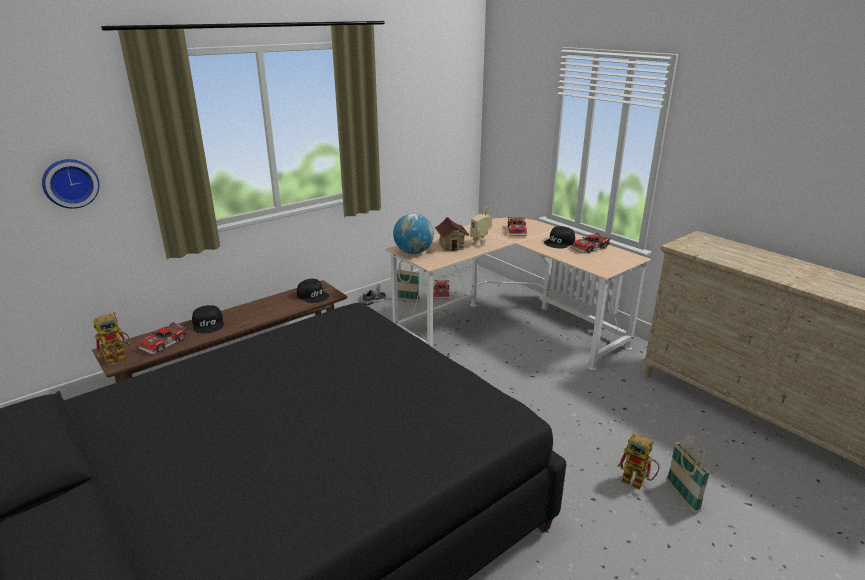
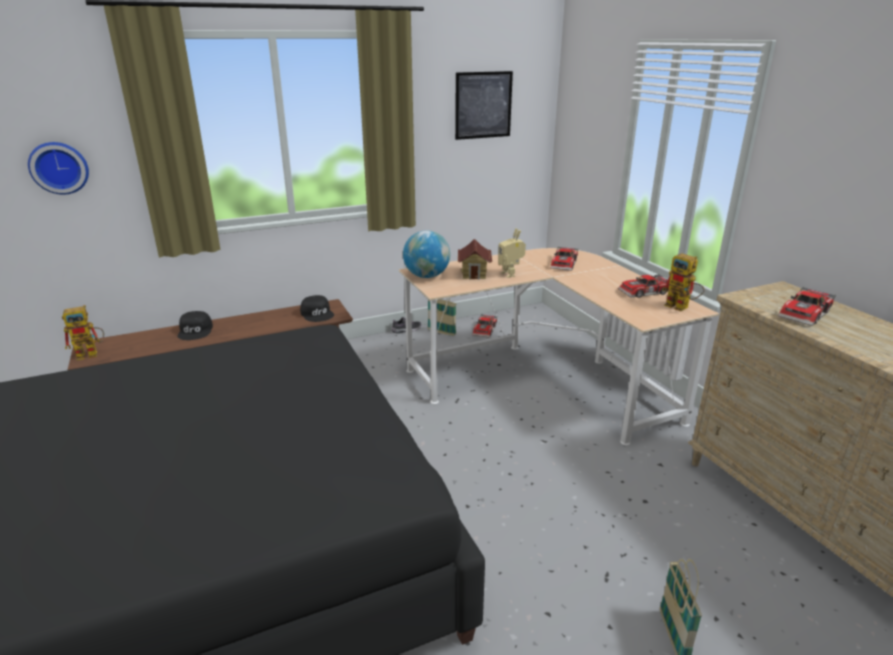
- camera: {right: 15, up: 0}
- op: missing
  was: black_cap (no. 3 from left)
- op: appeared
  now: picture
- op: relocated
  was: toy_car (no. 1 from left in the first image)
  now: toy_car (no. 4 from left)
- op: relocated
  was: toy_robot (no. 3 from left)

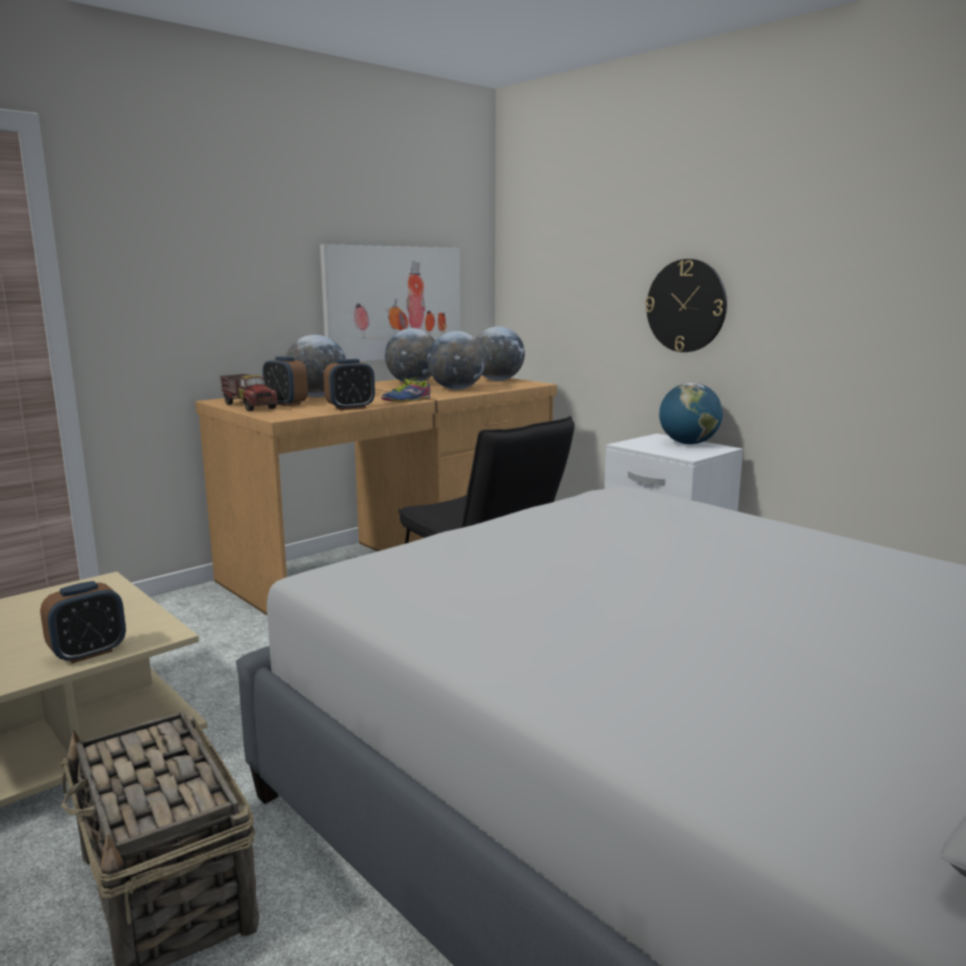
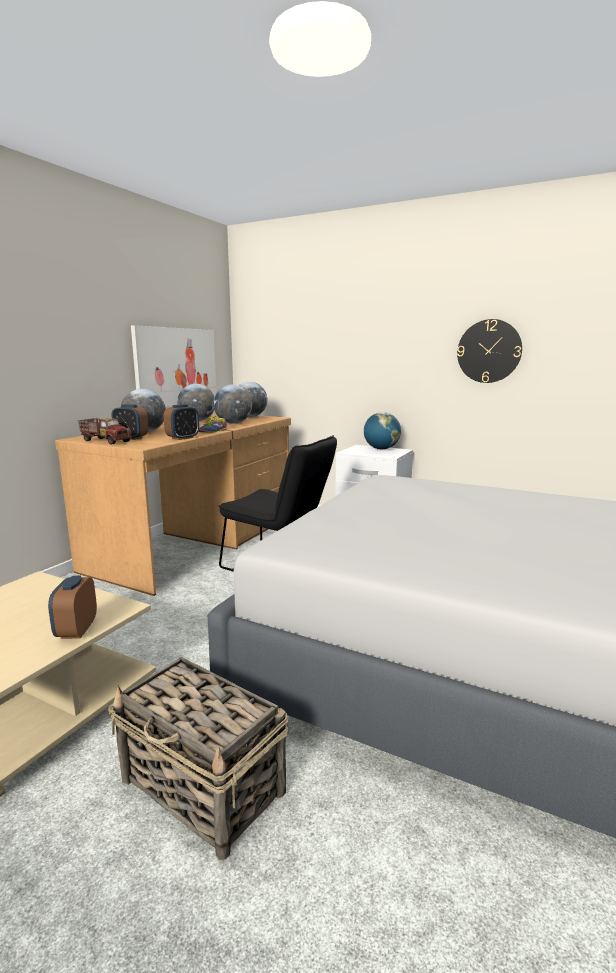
- camera: {right: -20, up: 0}
- op: relocated
  was: wall_clock
- op: spun
  was: alarm_clock (no. 1 from left)
  clockwise: 150

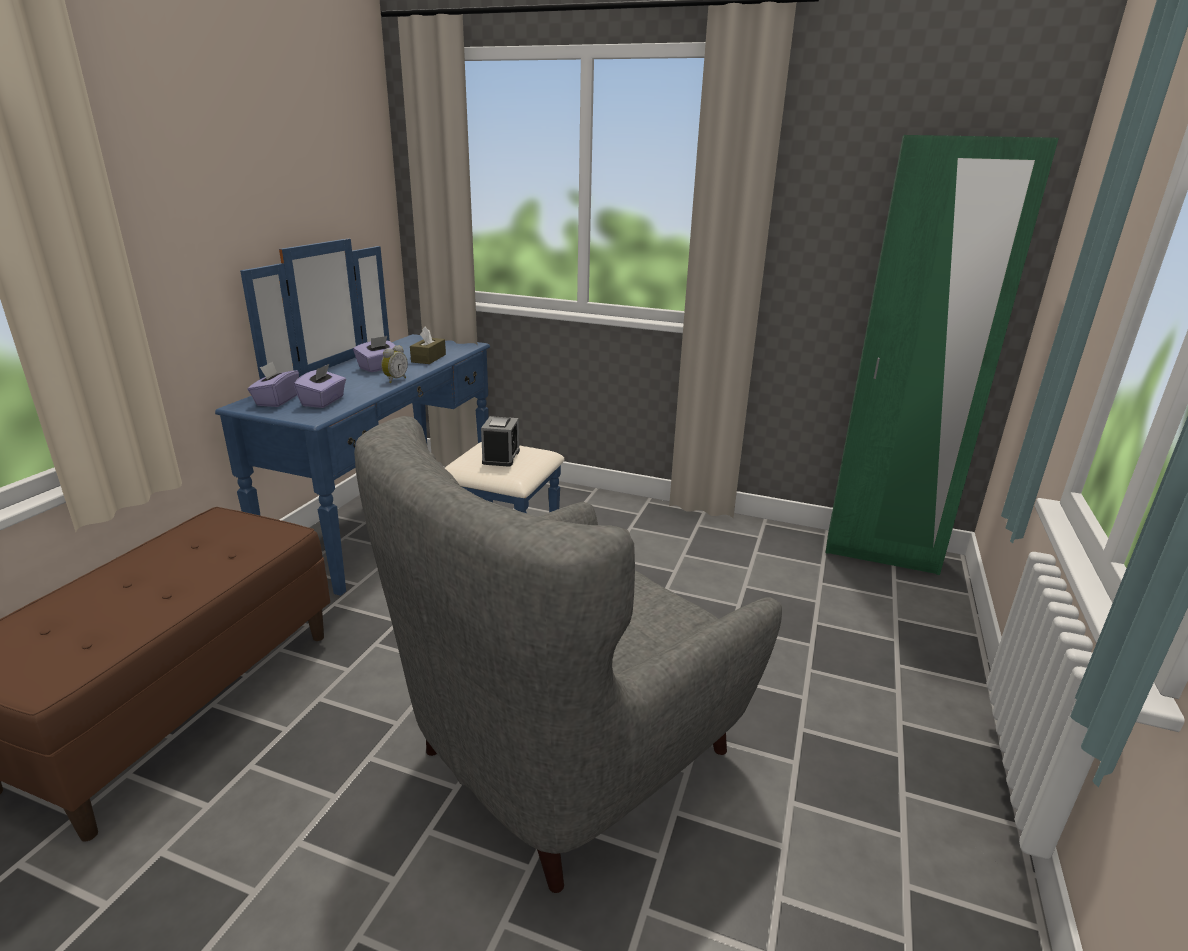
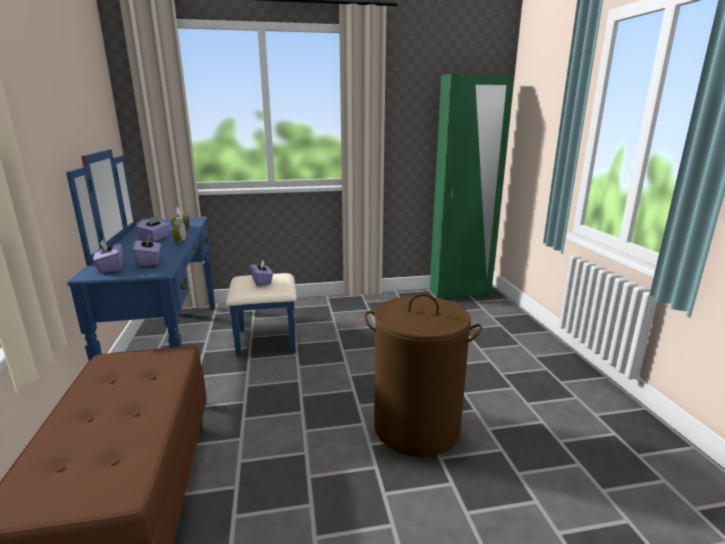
- camera: {right: -30, up: -5}
- op: exchanged
  was: grey_armchair
  now: brown_laundry_basket
- op: exchanged
  was: alarm_clock (no. 2 from left)
  now: purple_tissue_box (no. 4 from left)

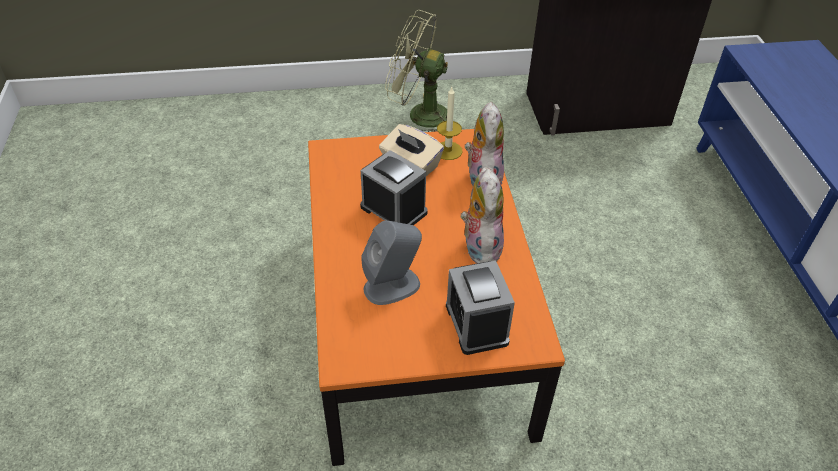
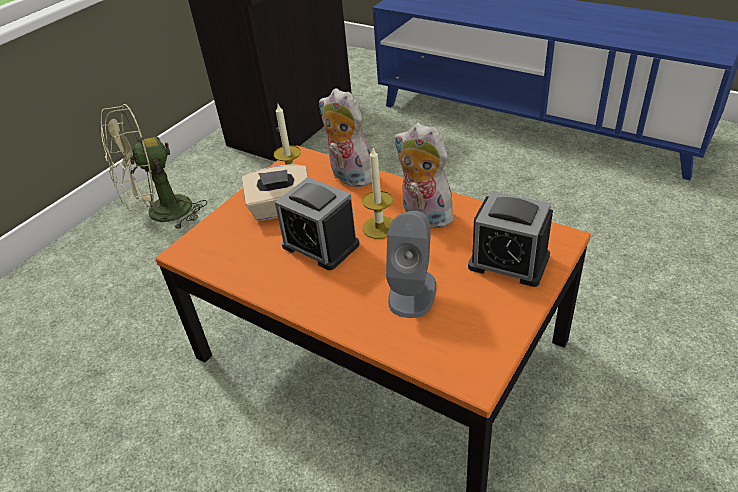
- camera: {right: -45, up: -5}
- op: appeared
  now: candle (no. 2 from left)
- op: spun
  was: alarm_clock (no. 1 from left)
  clockwise: -135

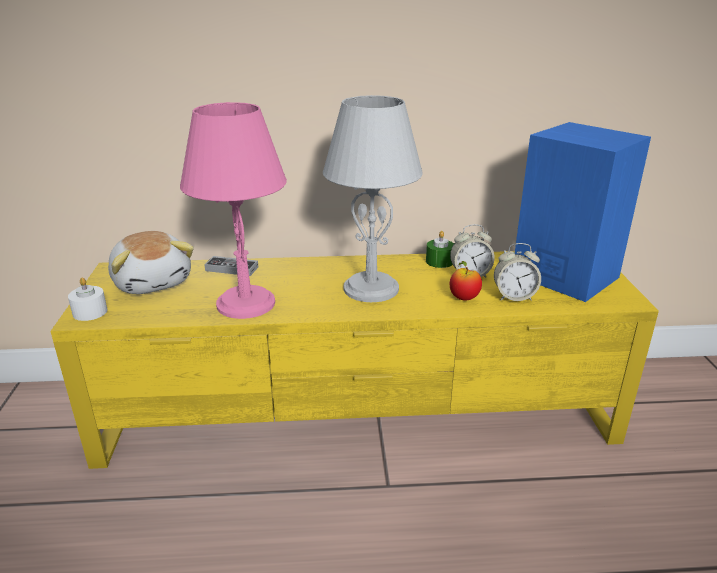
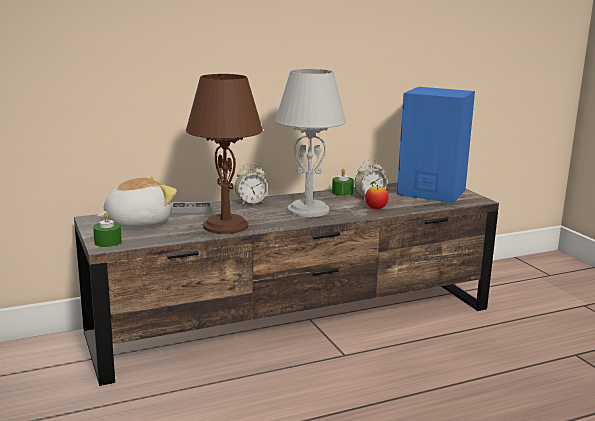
- camera: {right: -20, up: -10}
- op: relocated
  was: alarm_clock (no. 2 from left in the first image)
  now: alarm_clock (no. 1 from left)
- op: colour
  was: yellow_tv_stand
  now: brown_tv_stand
- op: colour
  was: white_candle
  now: green_candle (no. 1 from left)
- op: colour
  was: pink_table_lamp
  now: brown_table_lamp
- op: spun
  was: plush_toy
  clockwise: -75

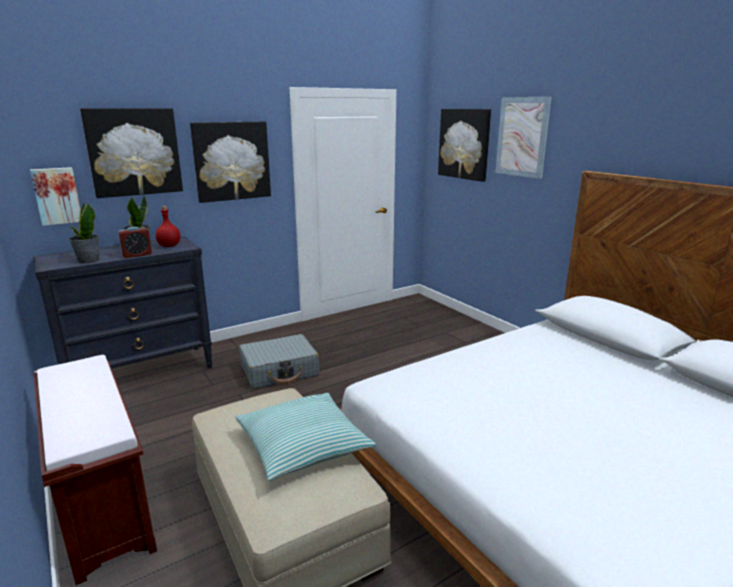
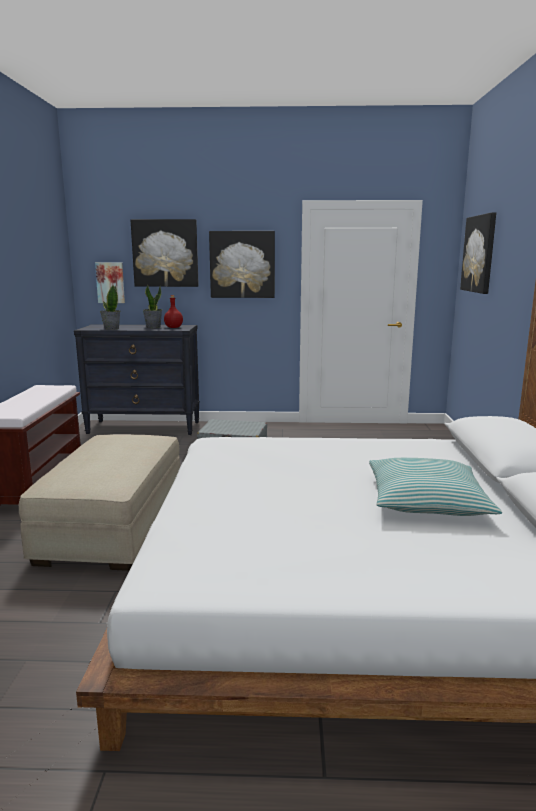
- camera: {right: 35, up: -5}
- op: missing
  was: alarm_clock
- op: missing
  was: picture (no. 5 from left)
- op: relocated
  was: pillow

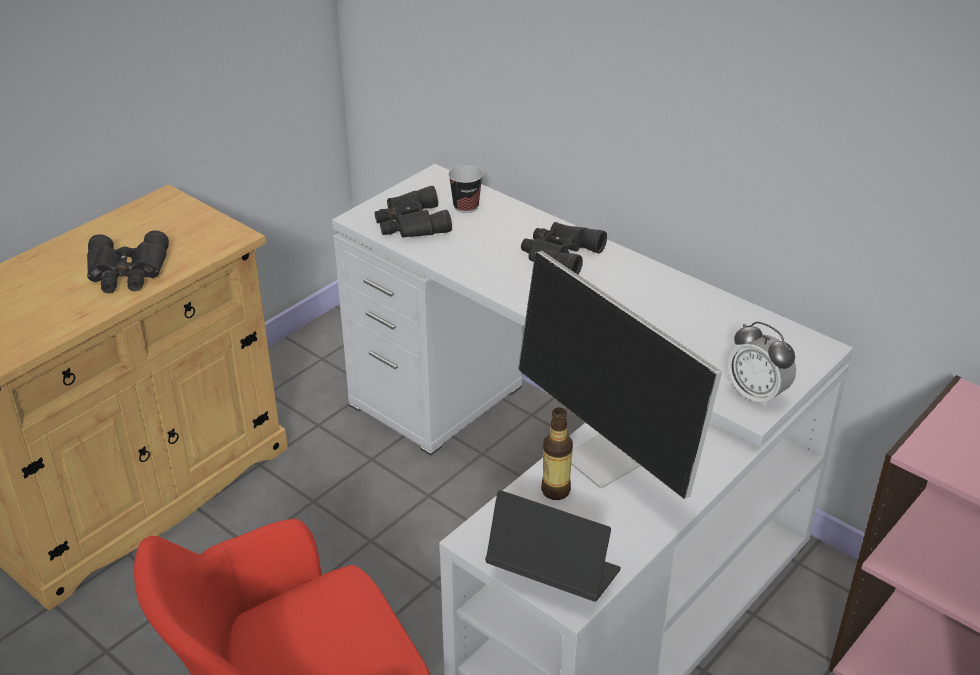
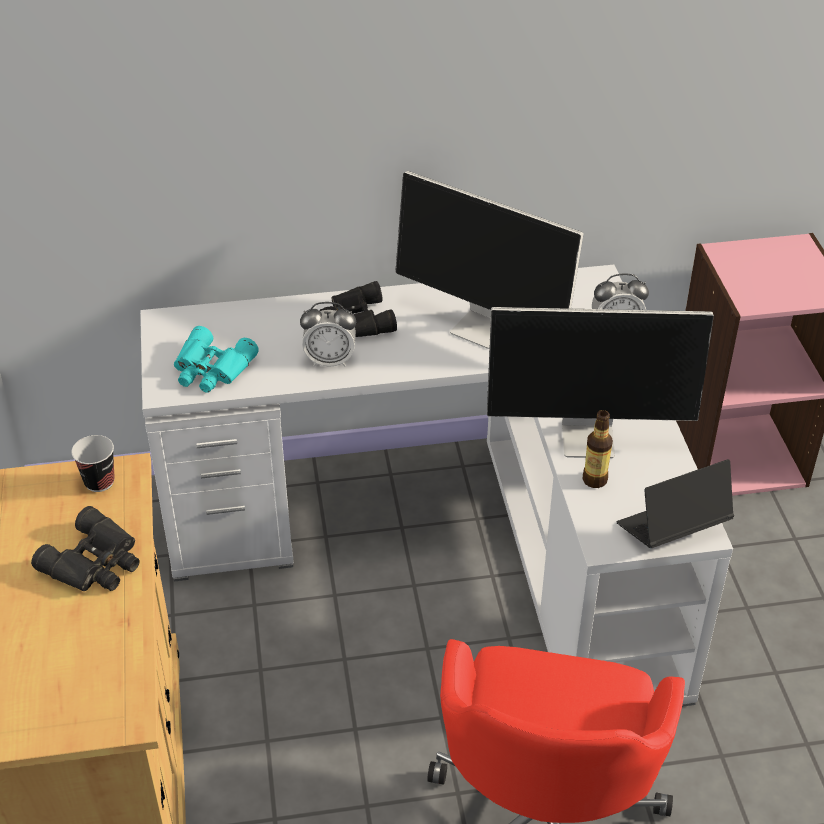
- camera: {right: -50, up: 5}
- op: appeared
  now: alarm_clock (no. 1 from left)
- op: appeared
  now: monitor (no. 1 from left)
- op: relocated
  was: cup
- op: colour
  was: black_binoculars (no. 2 from left)
  now: turquoise_binoculars

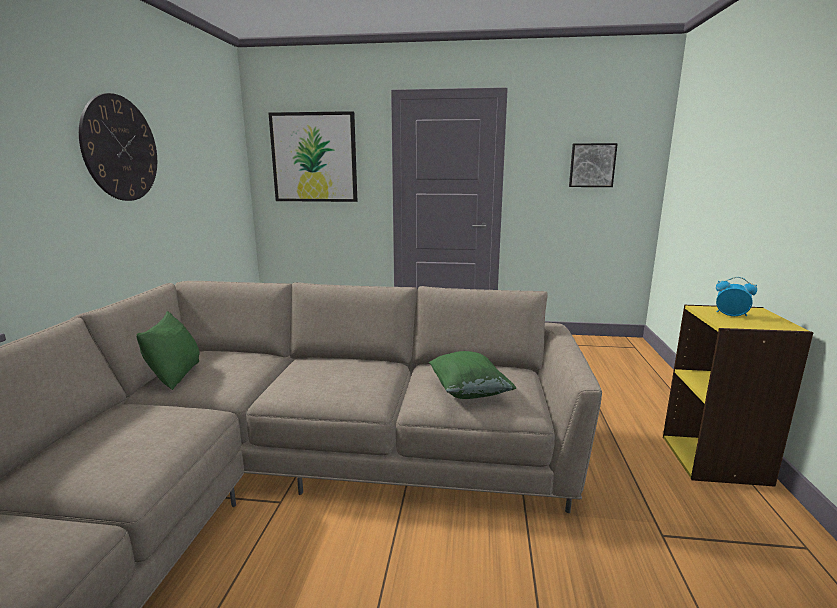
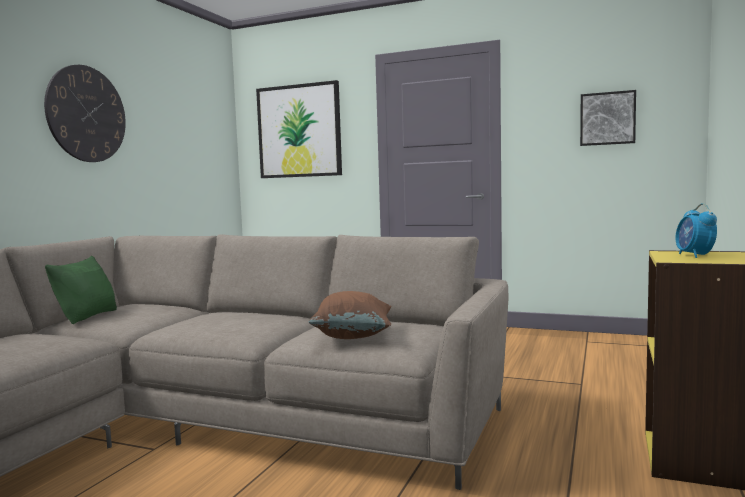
- camera: {right: 15, up: -10}
- op: colour
  was: green_pillow (no. 2 from left)
  now: brown_pillow
- op: spun
  was: alarm_clock
  clockwise: -135

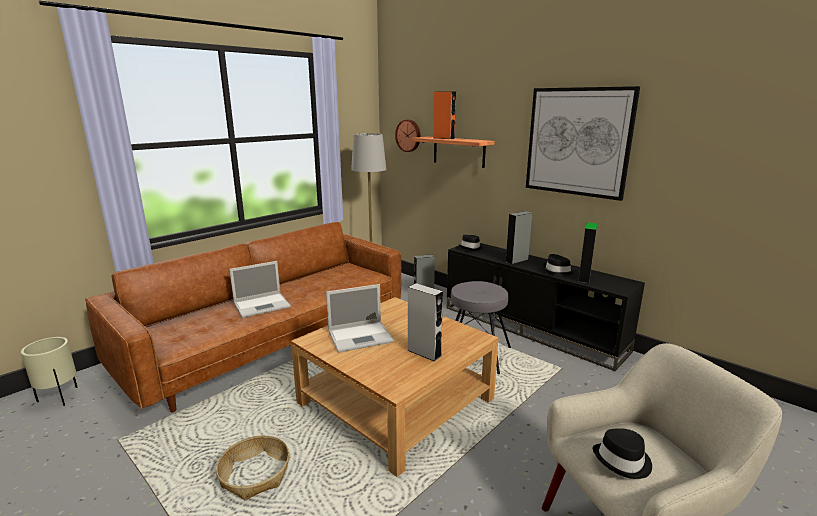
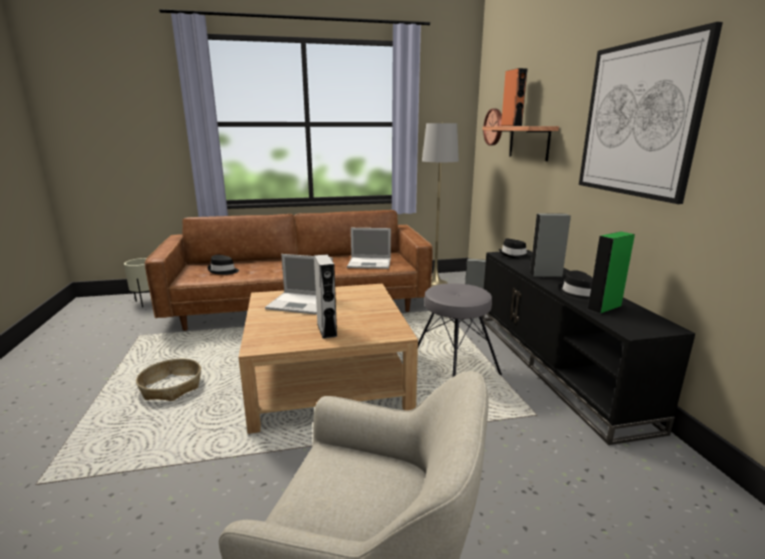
- camera: {right: 35, up: 0}
- op: relocated
  was: laptop (no. 1 from left in the first image)
  now: laptop (no. 2 from left)
- op: relocated
  was: black_hat (no. 3 from left in the first image)
  now: black_hat (no. 1 from left)

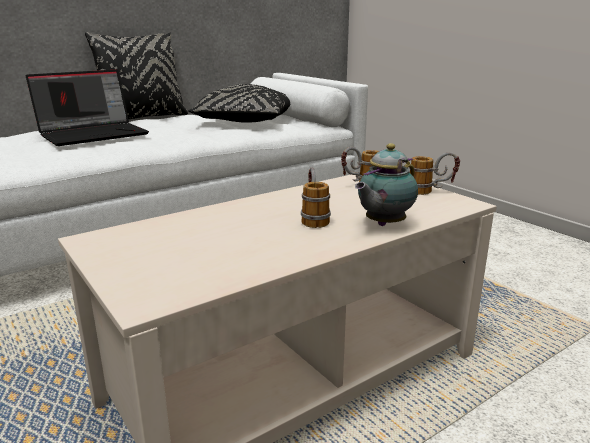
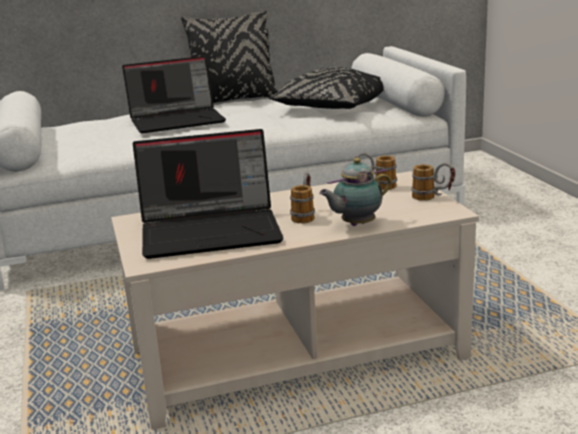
- camera: {right: 20, up: 0}
- op: appeared
  now: laptop (no. 2 from left)

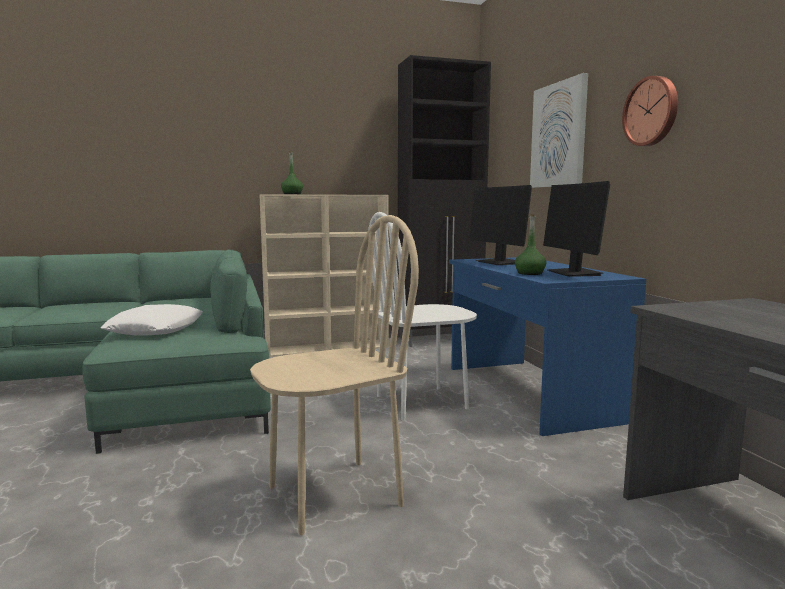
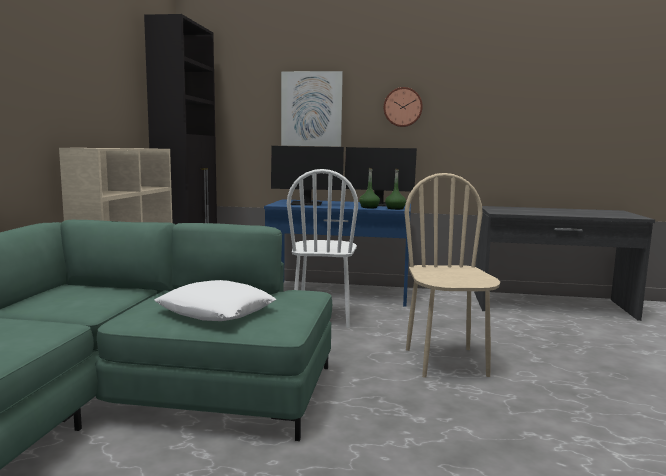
- camera: {right: -65, up: 0}
- op: relocated
  was: green_bottle (no. 1 from left in the first image)
  now: green_bottle (no. 2 from left)

